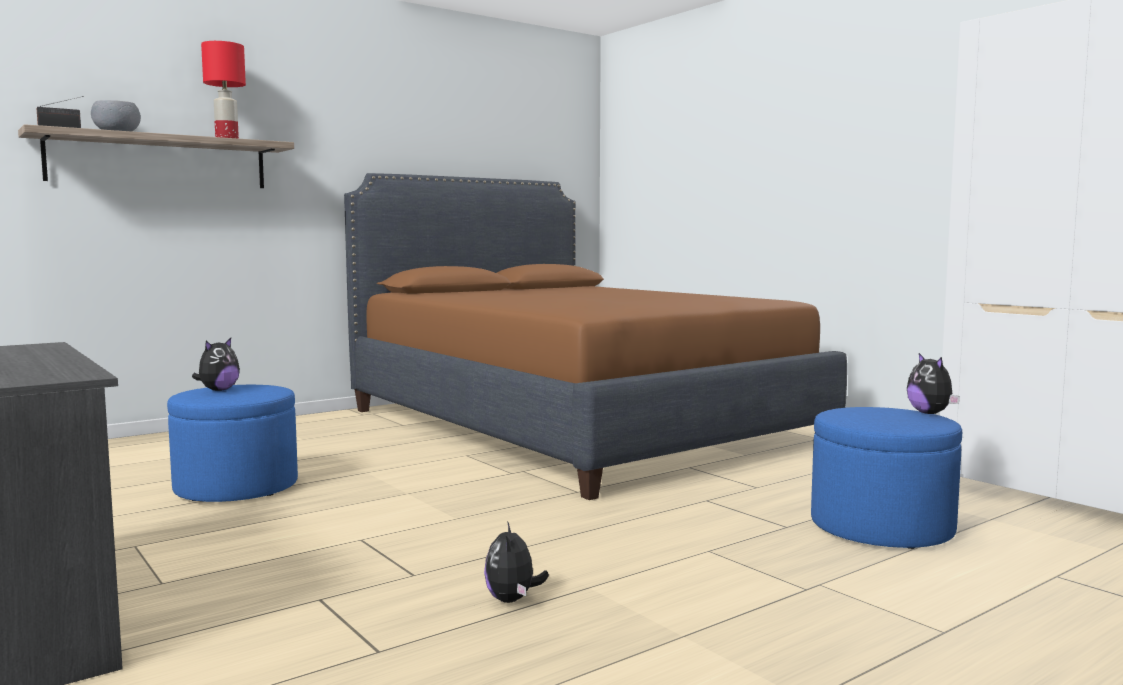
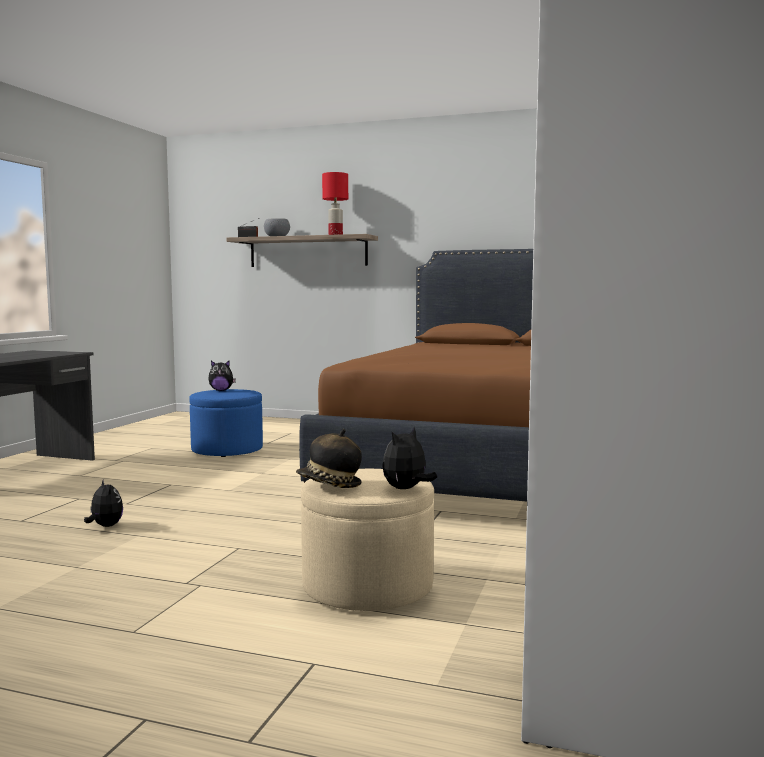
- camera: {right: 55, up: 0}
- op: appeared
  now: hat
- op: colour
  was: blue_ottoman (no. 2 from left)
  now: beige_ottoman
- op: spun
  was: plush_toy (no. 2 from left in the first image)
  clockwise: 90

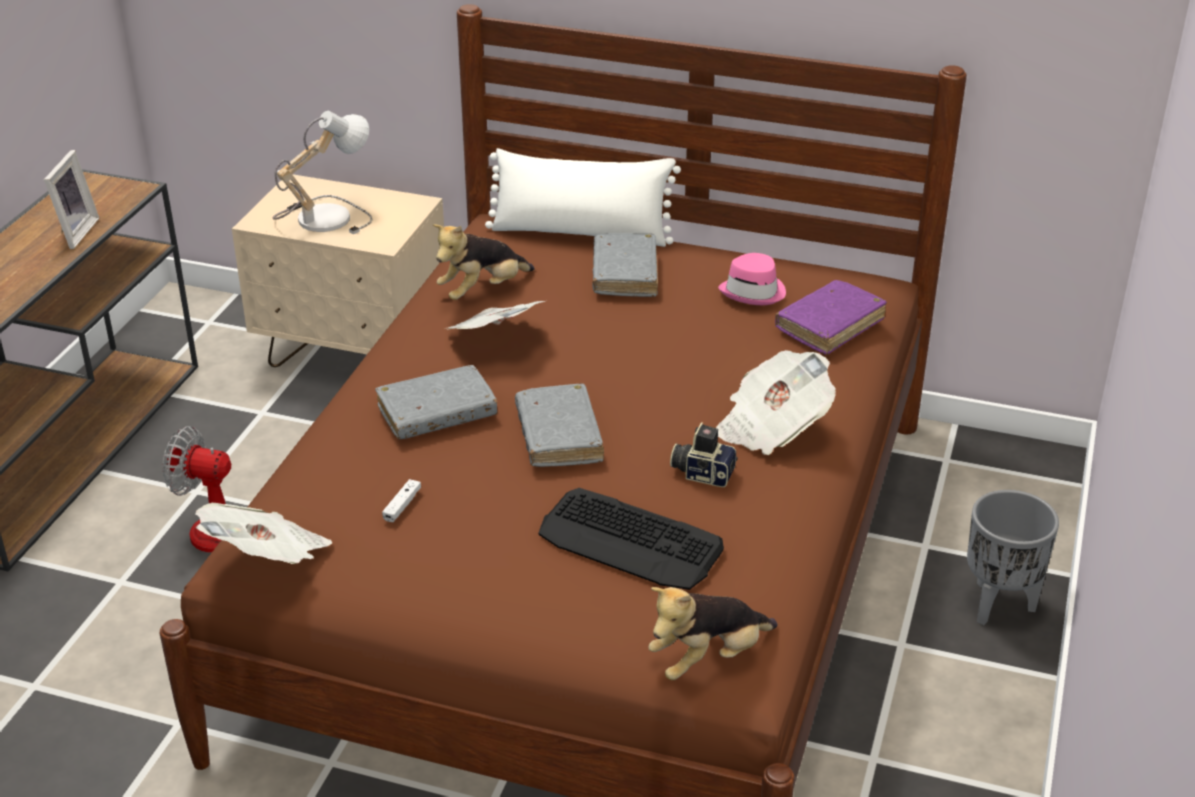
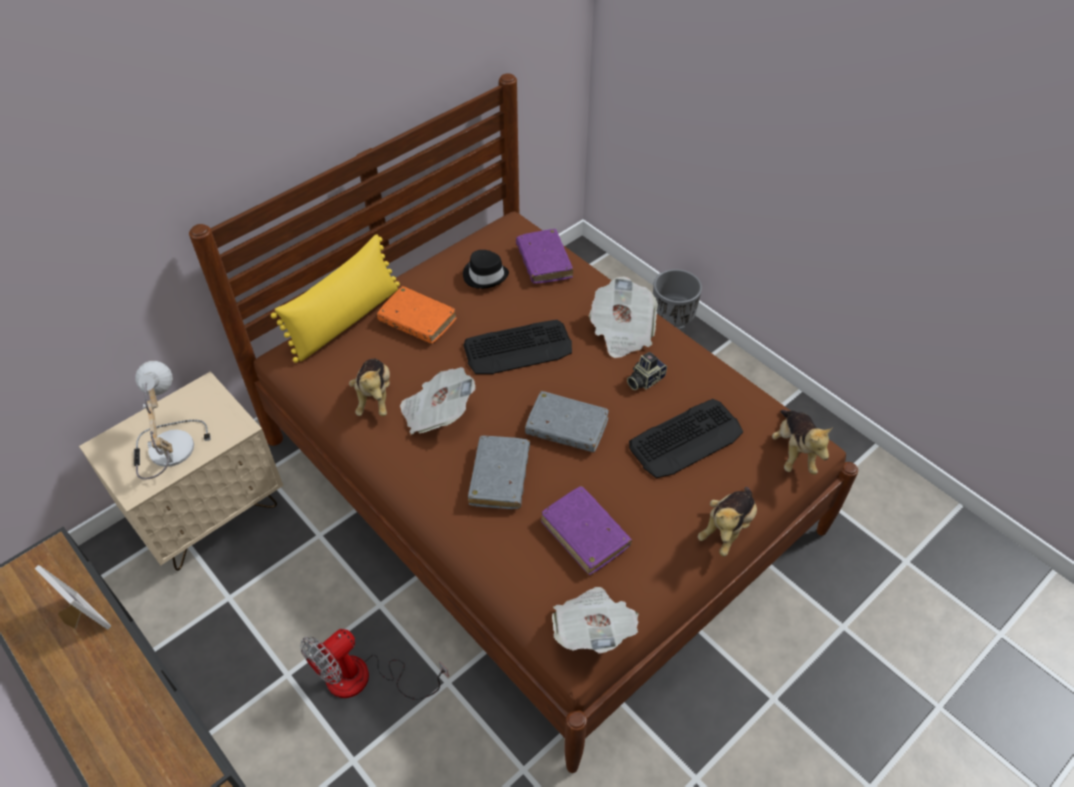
- camera: {right: -60, up: 15}
- op: appeared
  now: keyboard (no. 1 from left)
- op: appeared
  now: plush_toy (no. 2 from left)
- op: exchanged
  was: white_game_controller
  now: purple_book (no. 2 from left)
- op: colour
  was: white_pillow
  now: yellow_pillow
- op: colour
  was: grey_book (no. 3 from left)
  now: orange_book
- op: colour
  was: pink_hat
  now: black_hat

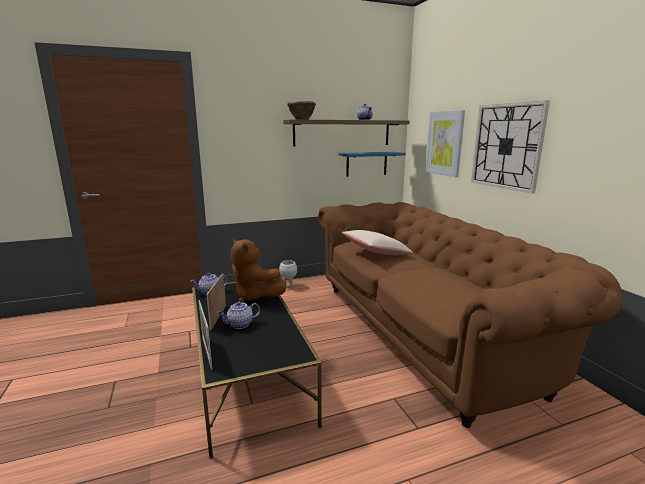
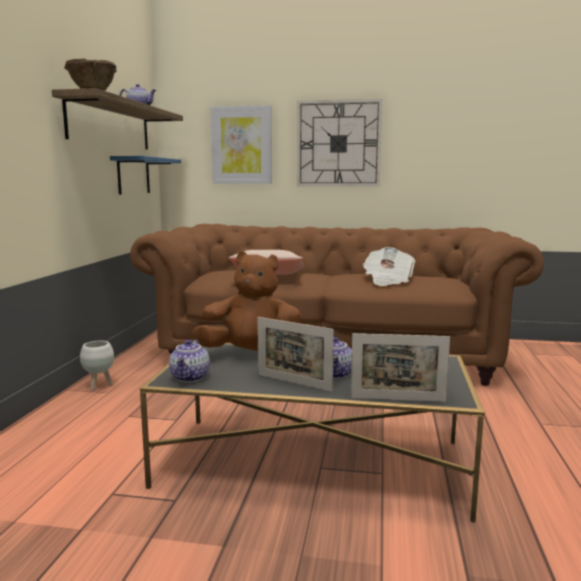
- camera: {right: -60, up: -5}
- op: appeared
  now: newspaper
- op: spun
  was: brown_plush_toy
  clockwise: -150

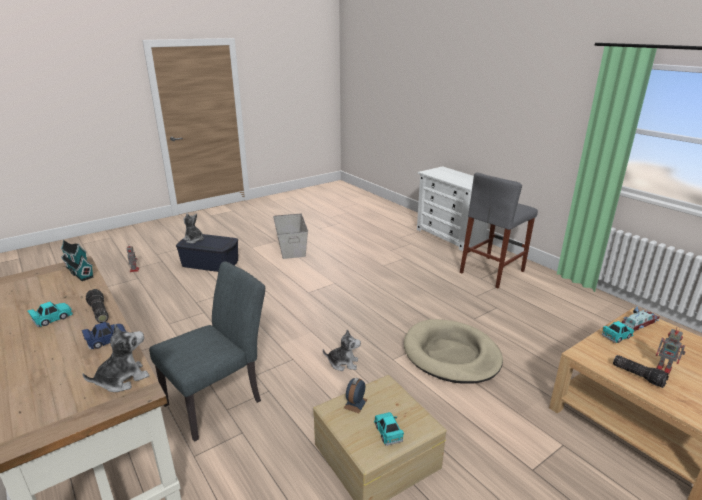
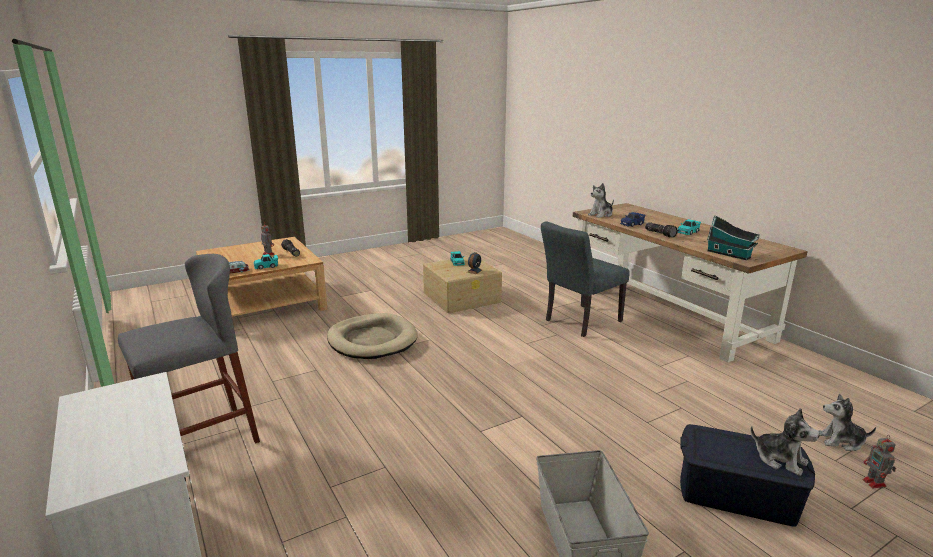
- camera: {right: -175, up: -5}
- op: relocated
  was: plush_toy (no. 3 from left)

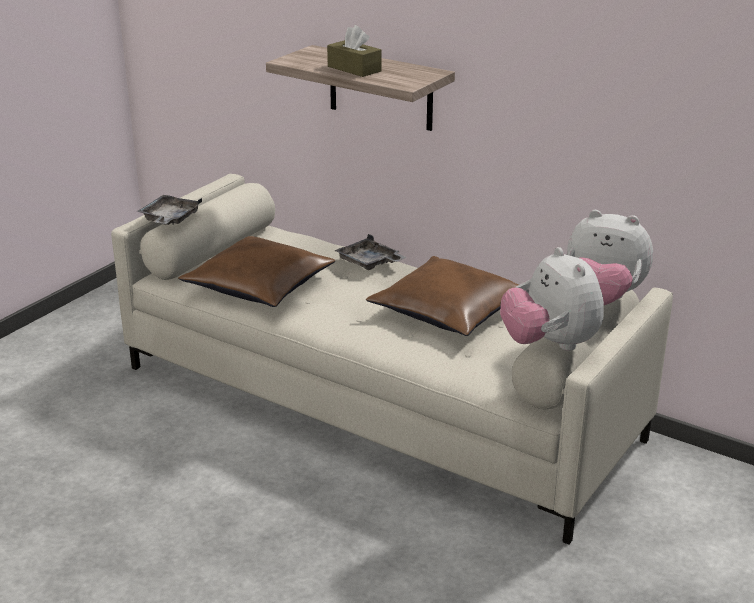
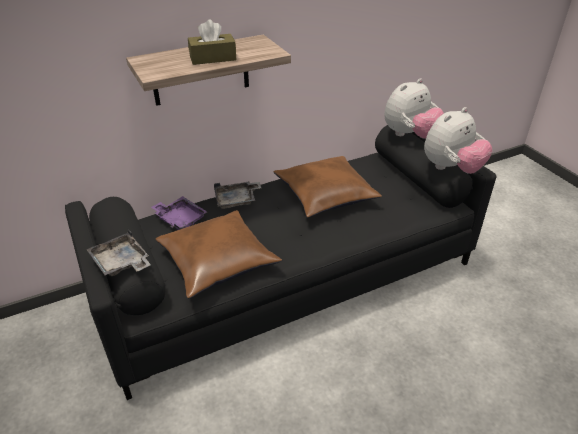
- camera: {right: -60, up: 10}
- op: appeared
  now: purple_tray
- op: colour
  was: beige_sofa
  now: black_sofa
- op: spun
  was: plush_toy (no. 1 from left in the first image)
  clockwise: -45

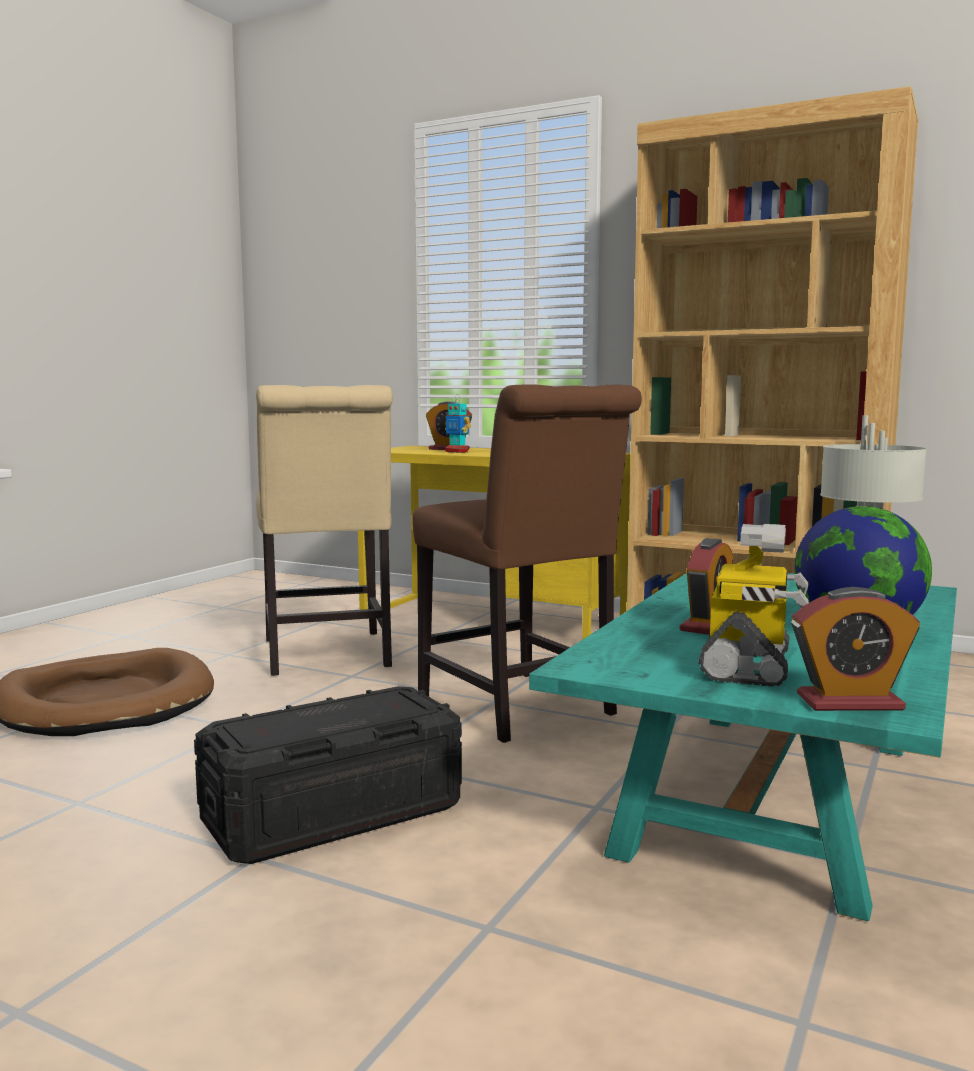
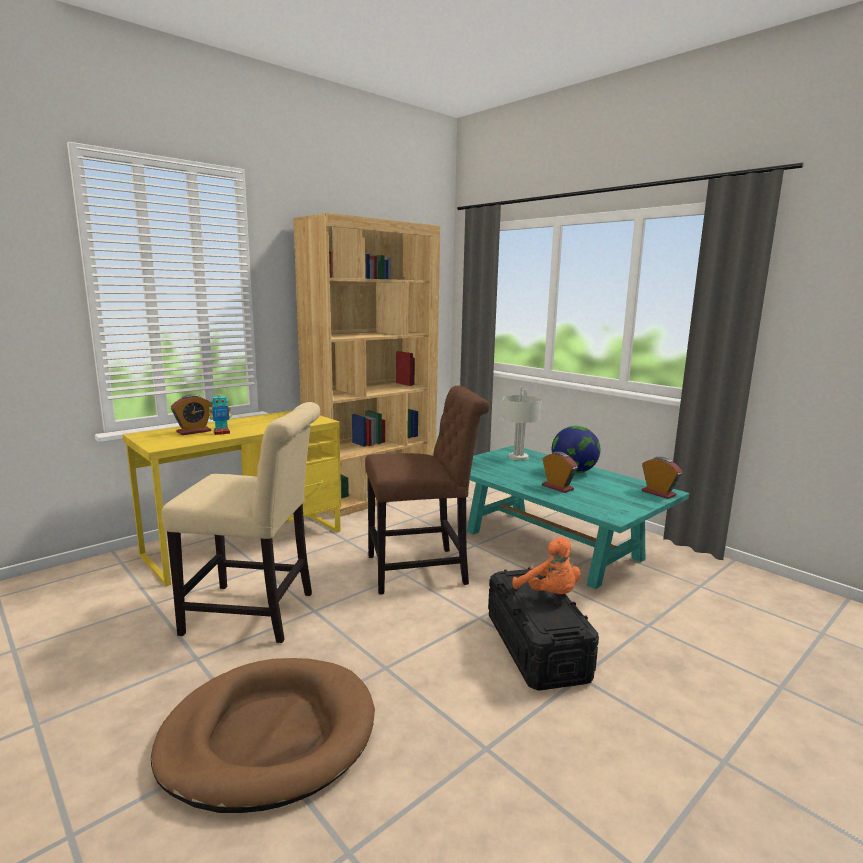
- camera: {right: -70, up: 5}
- op: missing
  was: toy_robot (no. 2 from left)
- op: appeared
  now: orange_plush_toy
- op: spun
  was: alarm_clock (no. 3 from left)
  clockwise: -60

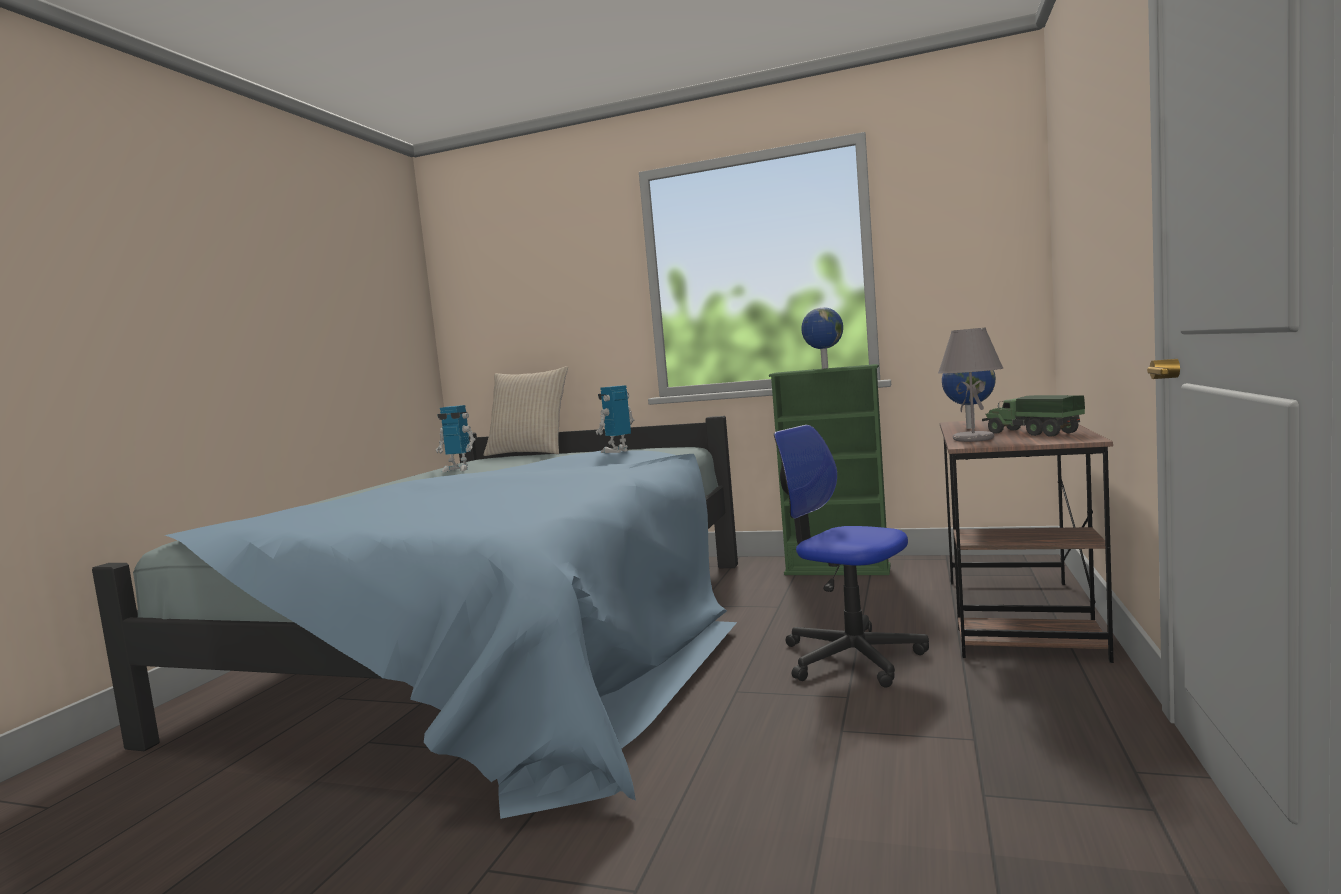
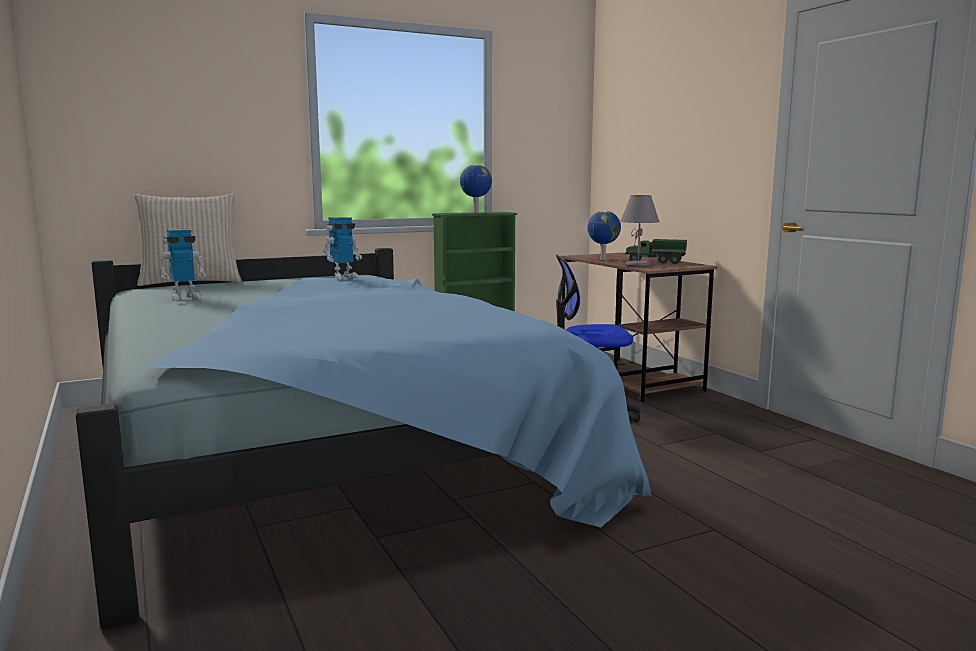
- camera: {right: -45, up: 5}
- op: spun
  was: toy_robot (no. 2 from left)
  clockwise: -135

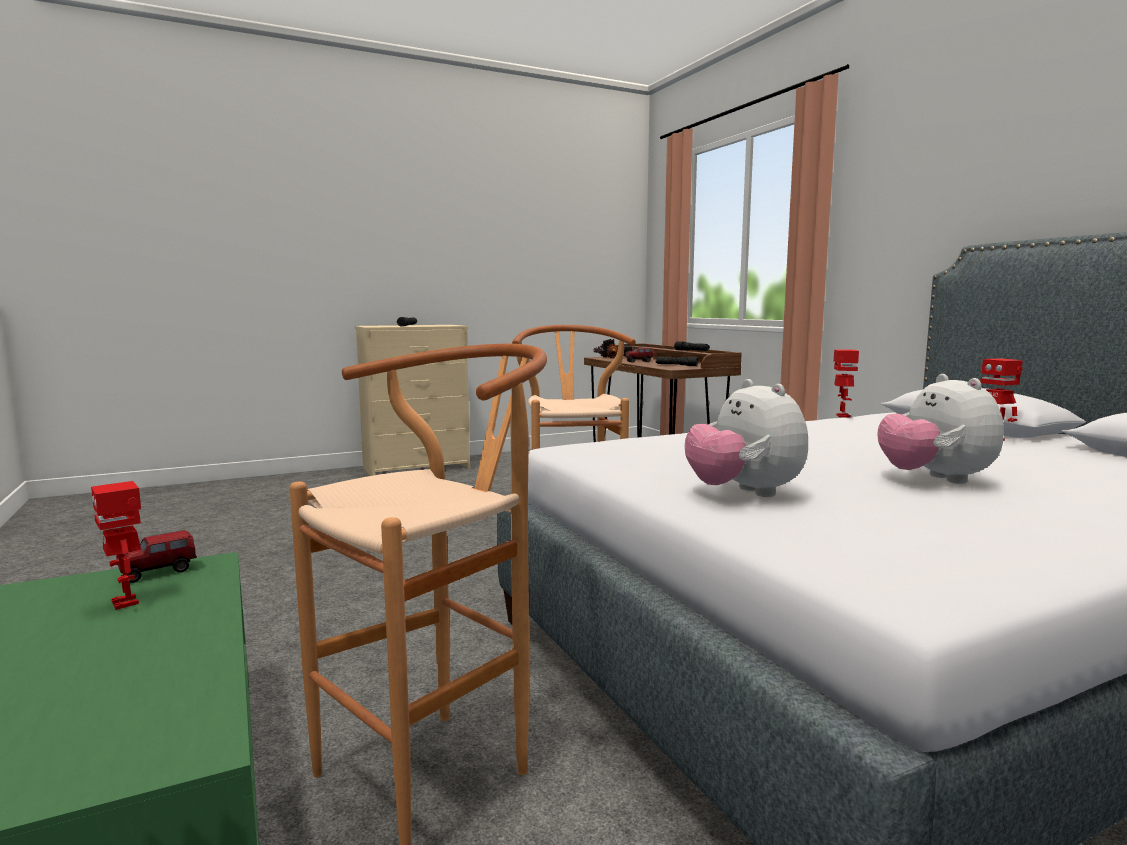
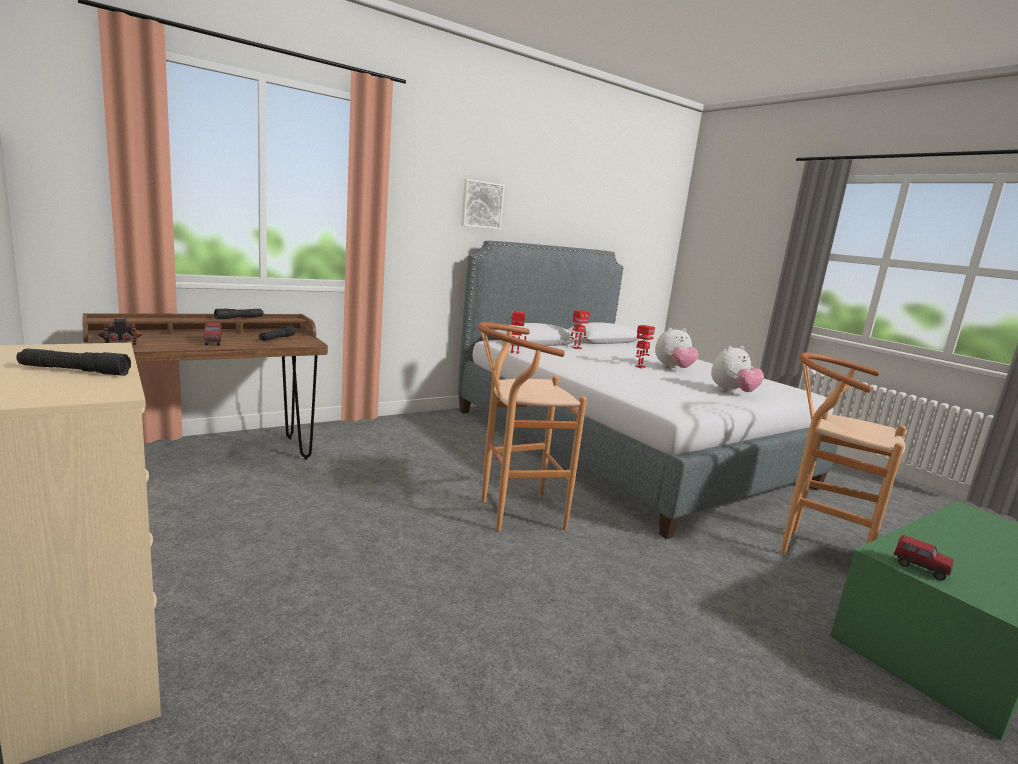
- camera: {right: -100, up: 5}
- op: appeared
  now: picture
- op: relocated
  was: toy_robot (no. 1 from left in the first image)
  now: toy_robot (no. 3 from left)

